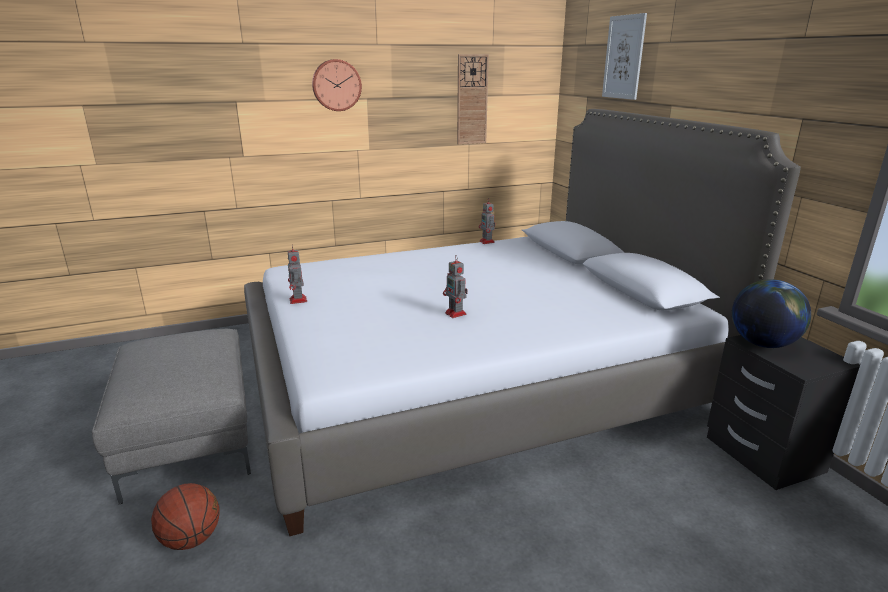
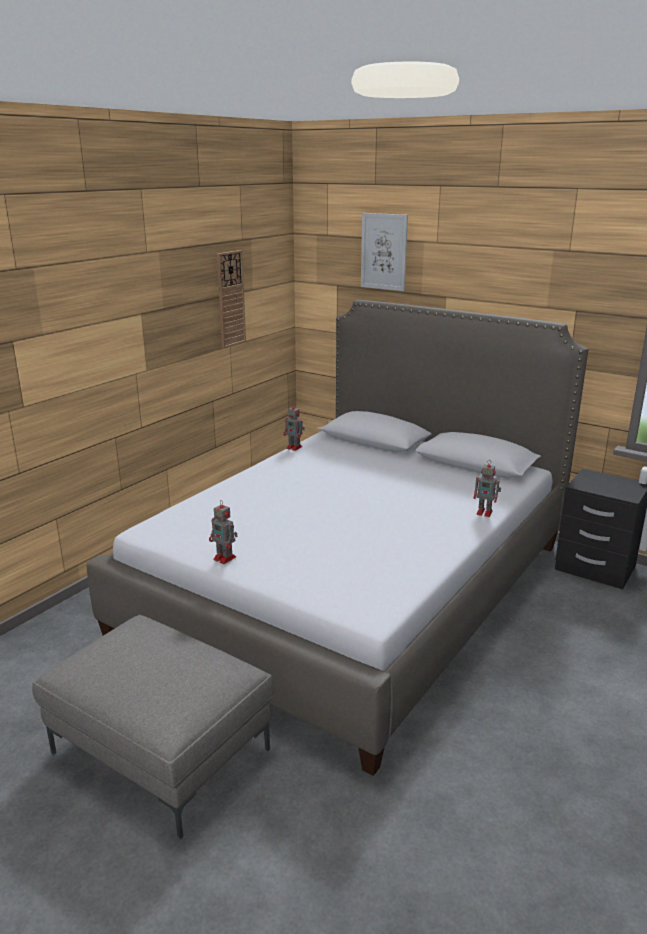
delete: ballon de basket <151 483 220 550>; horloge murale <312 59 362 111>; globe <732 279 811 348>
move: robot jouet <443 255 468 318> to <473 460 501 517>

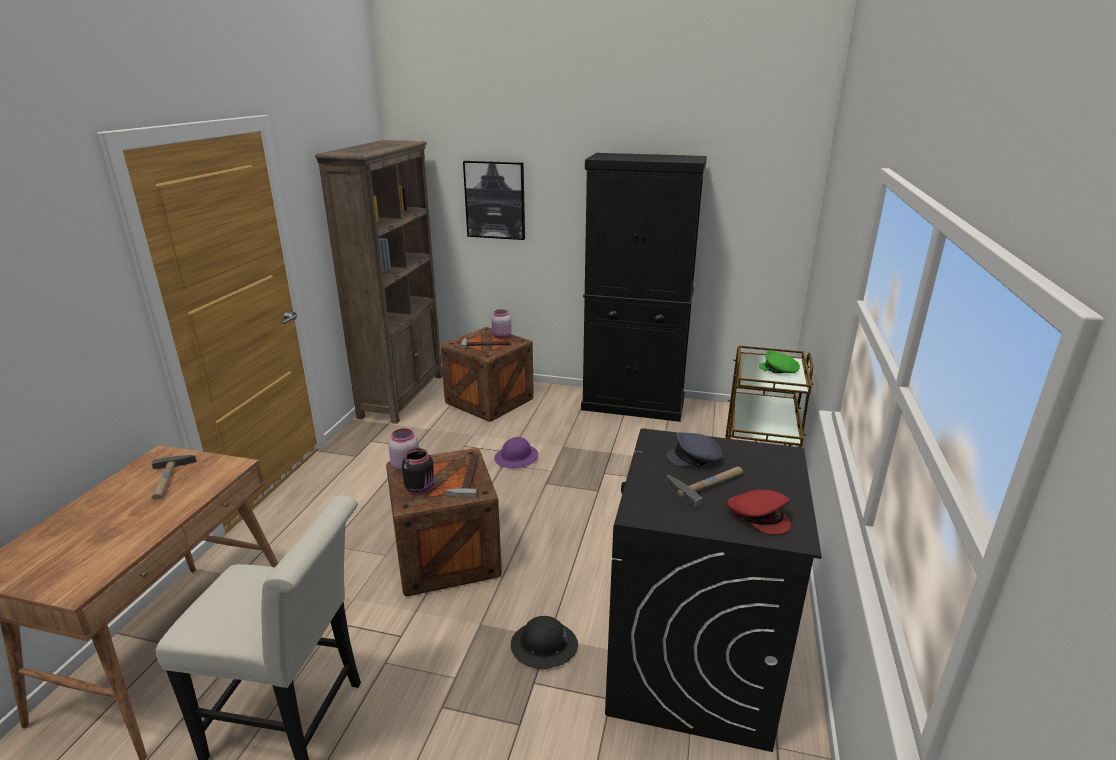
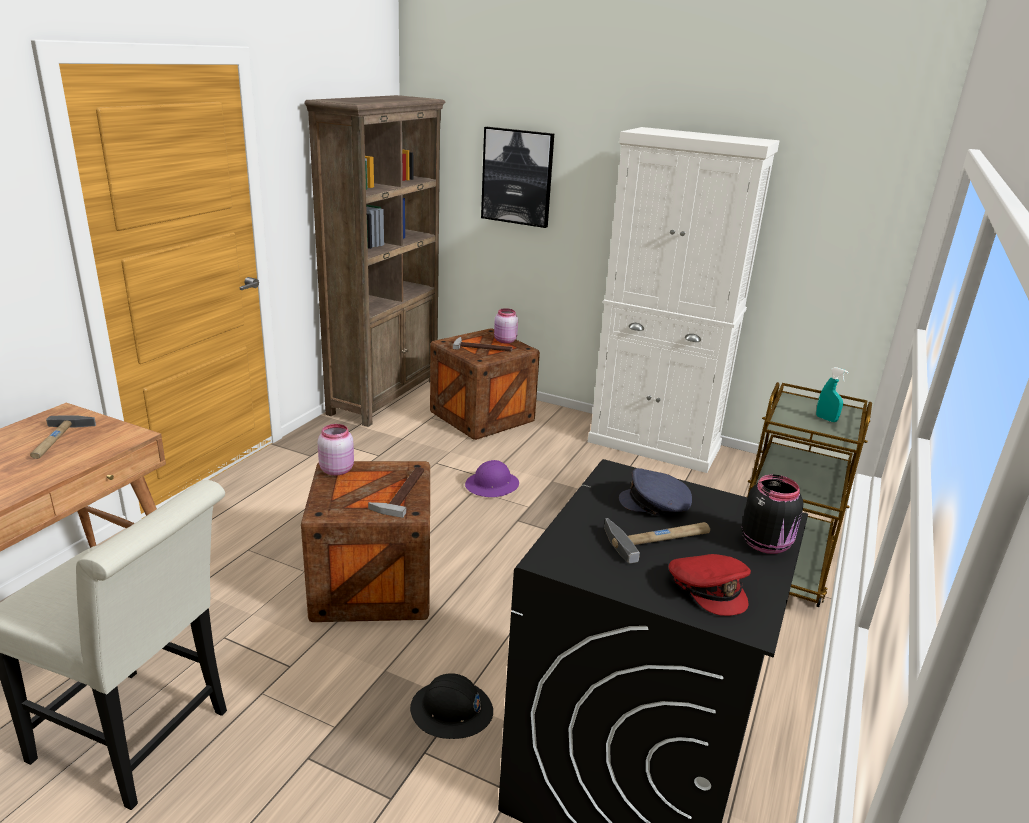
move: bocal [noir] <402 448 435 494> to <741 474 803 554>
replace: casquette [vert] <759 350 800 374> to vaporisateur [turquoise] <816 367 848 422>
recolor: meuble de rangement [noir] <581 153 707 422> to meuble de rangement [blanc] <588 127 780 473>

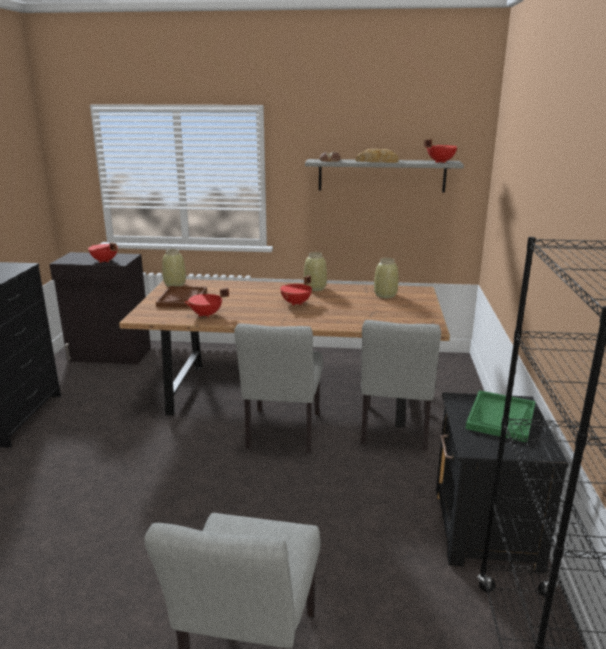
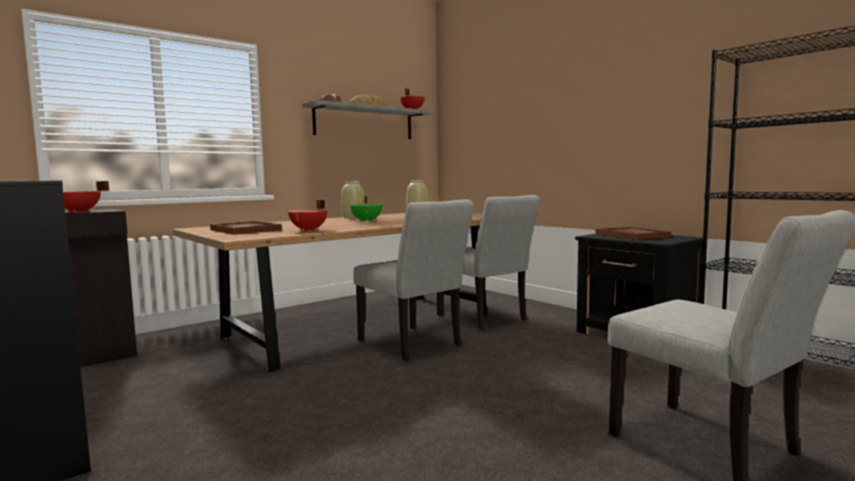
delete: vase [beige] <162 249 186 287>
recolor: marmite [rouge] <280 275 312 306> to marmite [vert] <350 196 383 222>; plateau [vert] <465 390 535 442> to plateau [marron] <595 227 671 240>

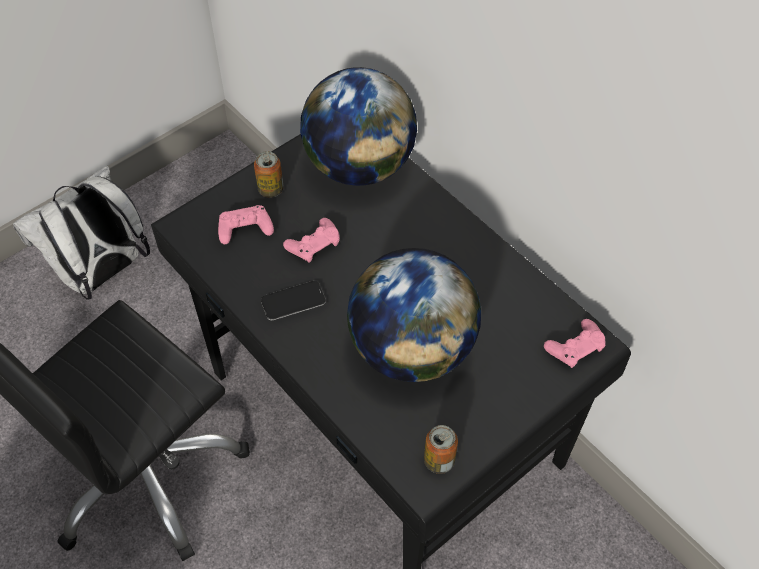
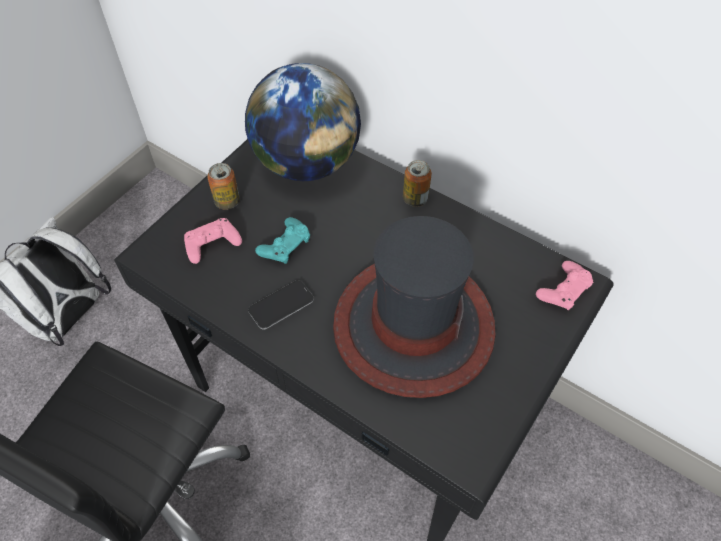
move: boîte métallique <424 425 458 474> to <403 160 432 207>
replace: globe <347 248 481 382> to chapeau <333 216 495 398>
recolor: manette [rose] <283 218 340 263> to manette [turquoise] <255 217 310 264>

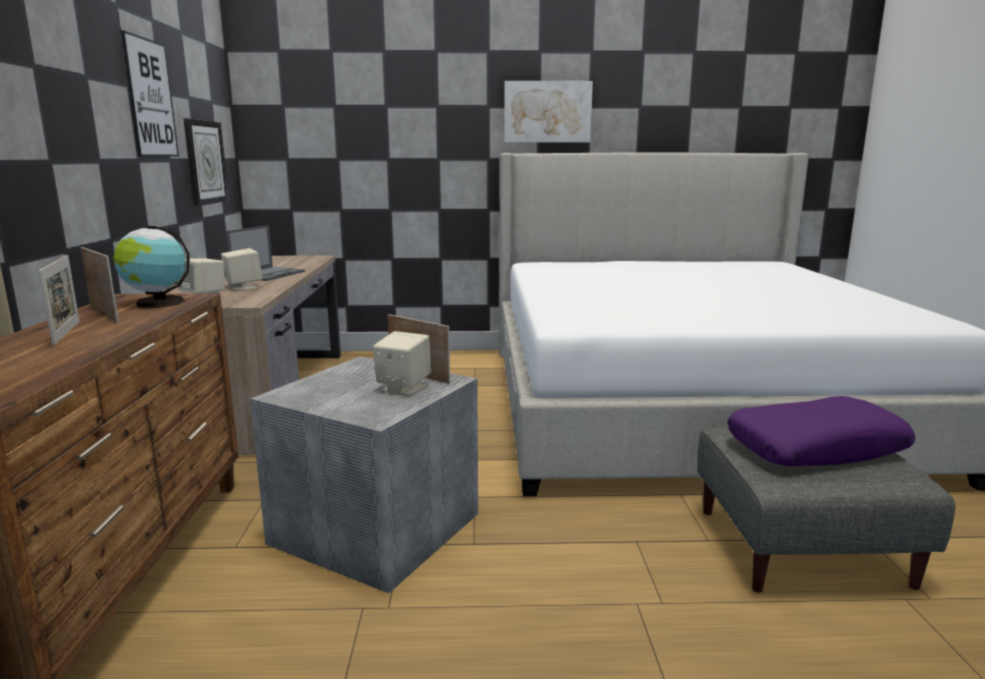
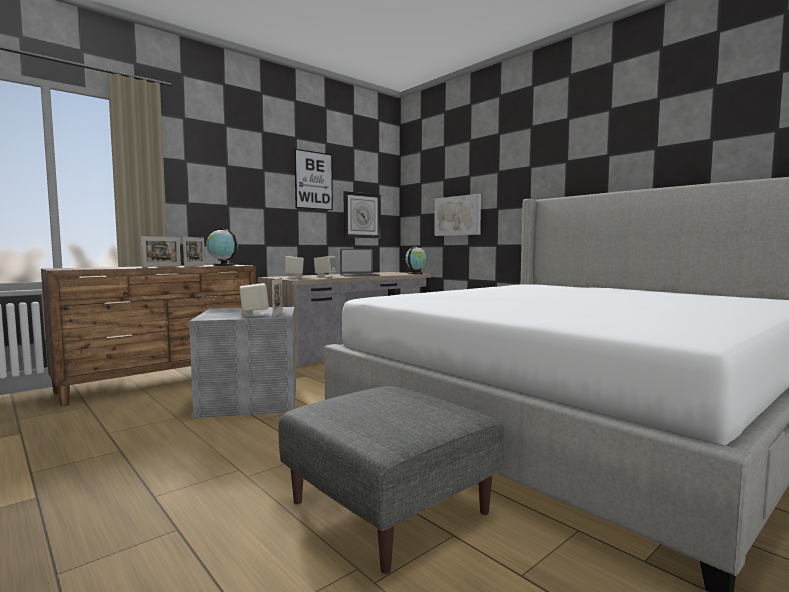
delete: coussin [violet] <727 396 915 466>
insert: globe <405 246 427 274>
move: tableau <504 81 593 142> to <434 194 481 236>

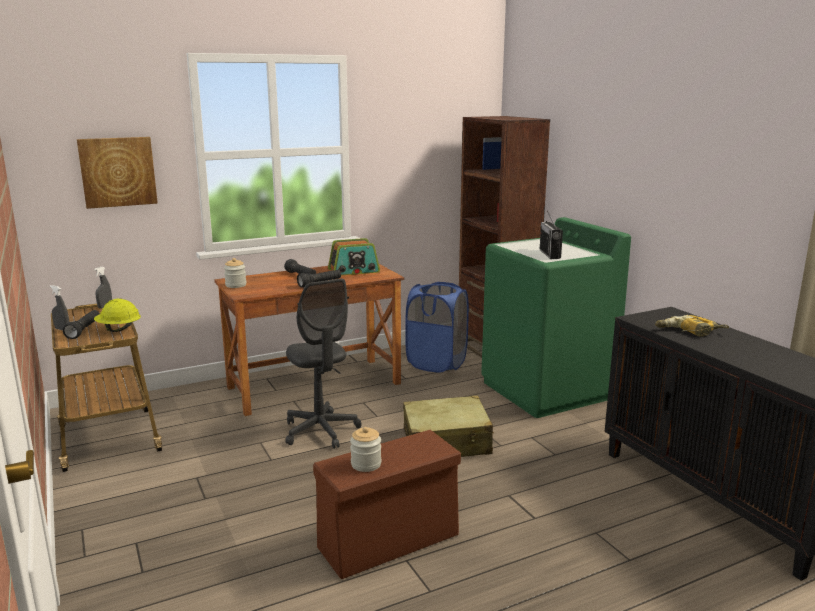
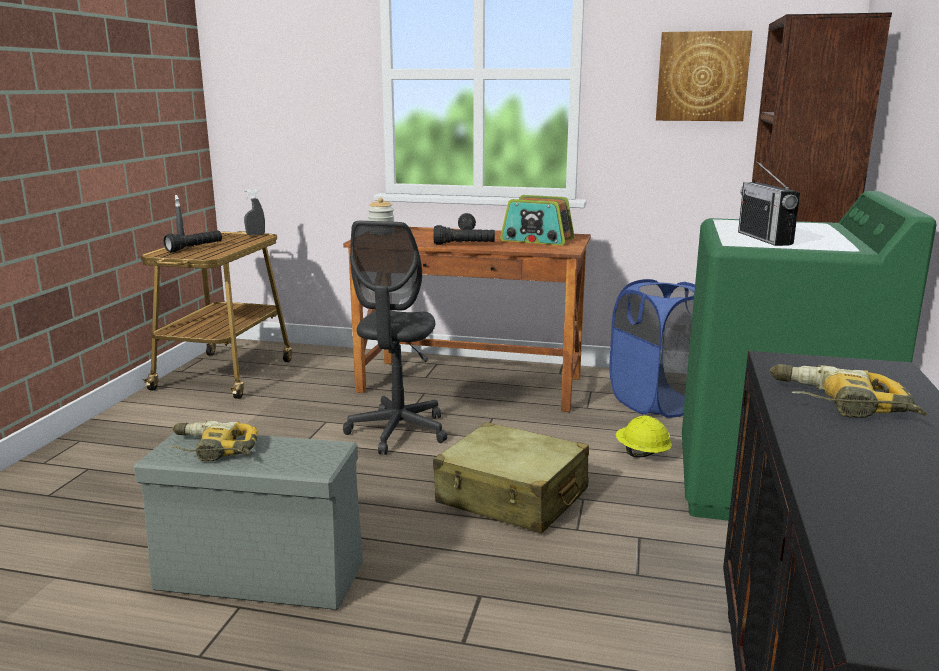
move: casque de chantier [jaune] <94 298 141 332> to <616 416 672 458>; tableau <77 137 158 209> to <656 31 752 121>
replace: bocal <350 427 381 472> to perceuse <168 421 258 461>
recolor: boîte de rangement [marron] <313 430 461 579> to boîte de rangement [gris] <134 432 363 610>
rotate: radio <540 211 563 259> = <738 161 800 246> 45 degrees counterclockwise

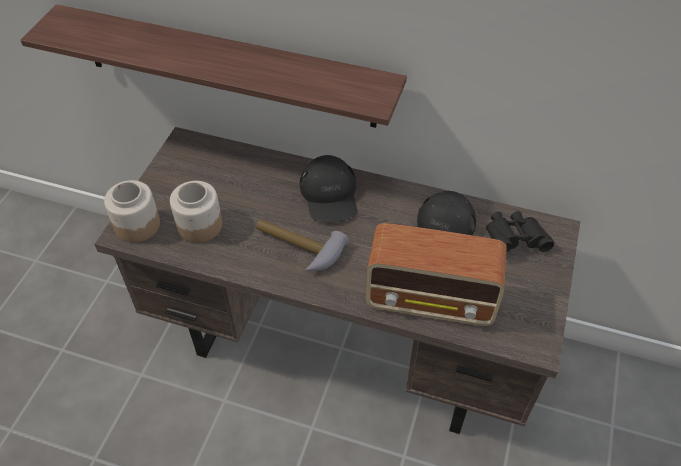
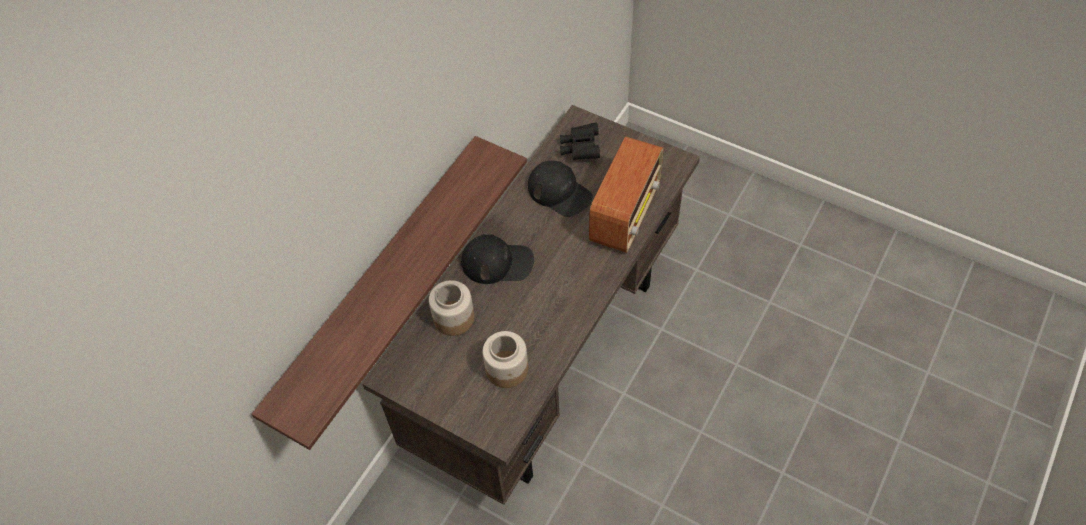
delete: marteau <256 219 349 271>
move: bocal <104 180 160 243> to <429 280 474 336>

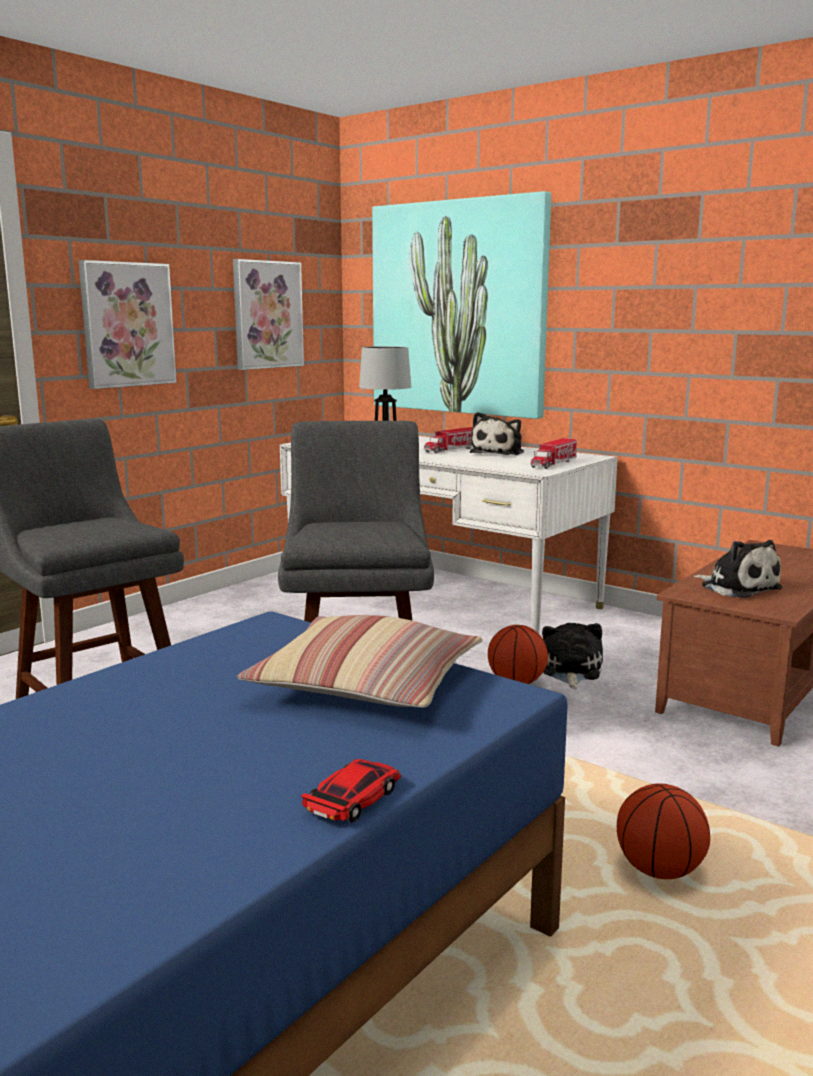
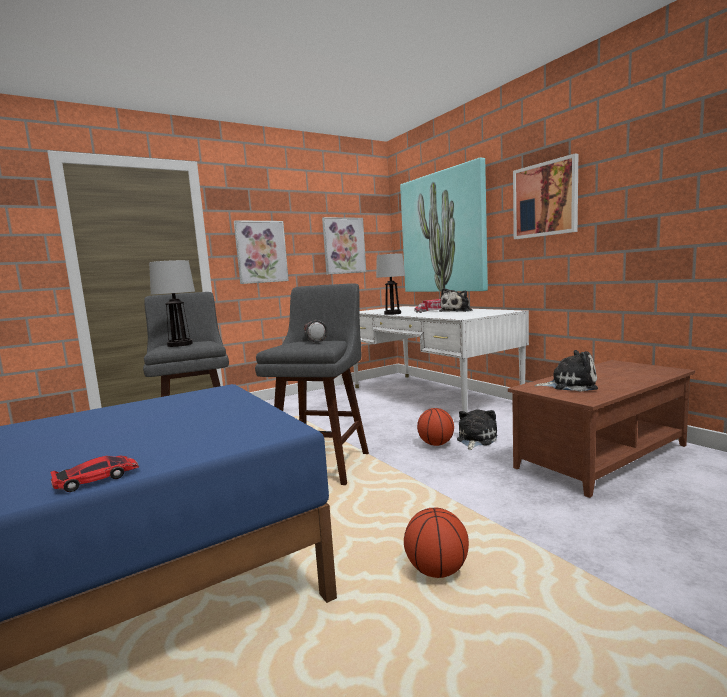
delete: coussin <237 615 482 708>; camion jouet <531 438 577 469>
insert: lampe de table <149 260 195 347>; lampe de poche <304 320 328 343>; tableau <513 153 578 239>
rotate: peluche <694 540 783 598> = <534 350 598 392> 60 degrees counterclockwise

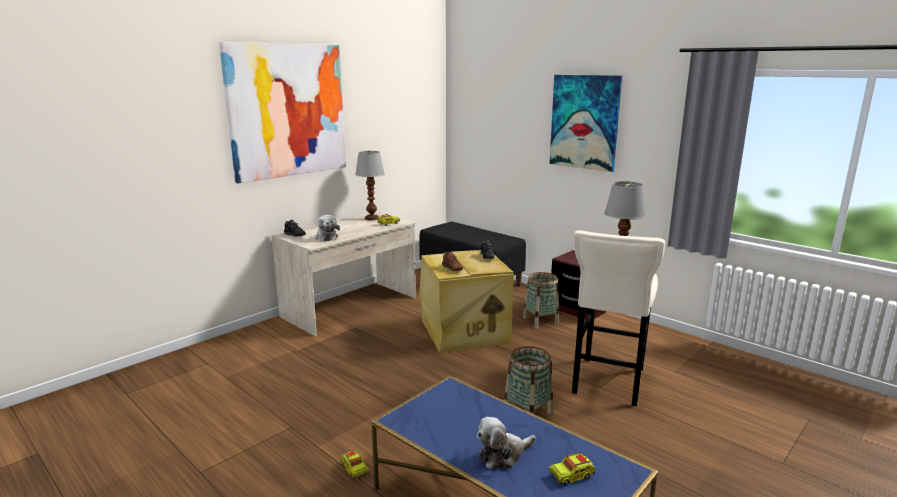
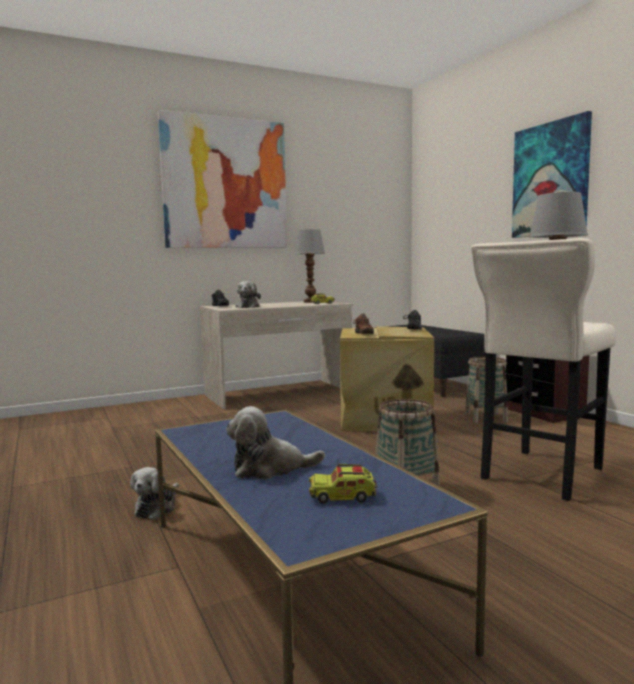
replace: camion jouet <341 450 369 479> to peluche <130 467 179 519>

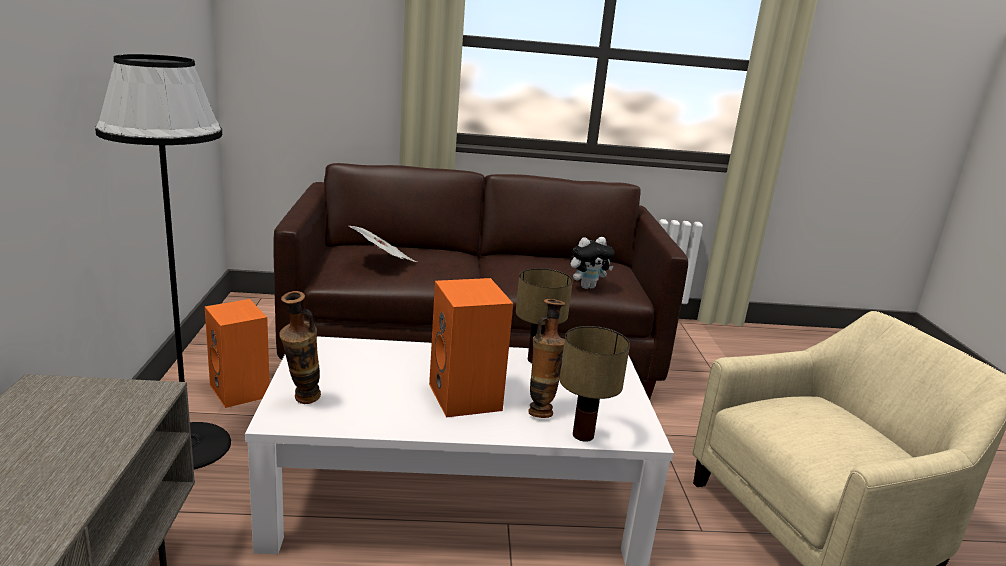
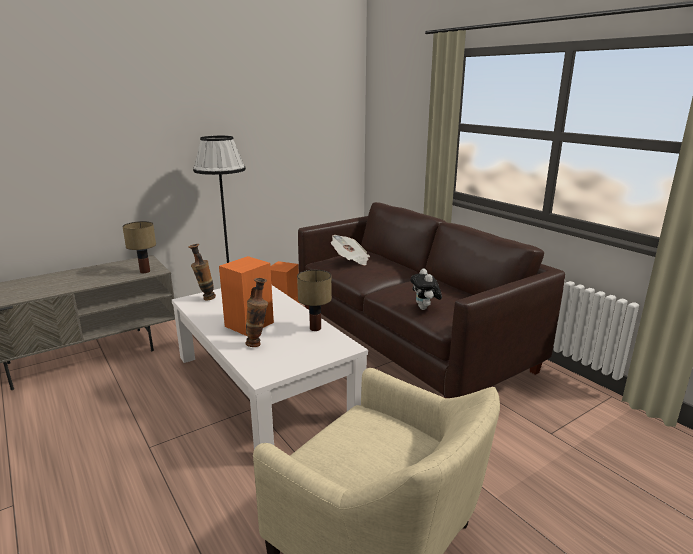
move: lampe de table <560 326 630 442> to <122 221 156 273>
rotate: peluche <570 237 615 289> = <410 268 442 310> 45 degrees clockwise

